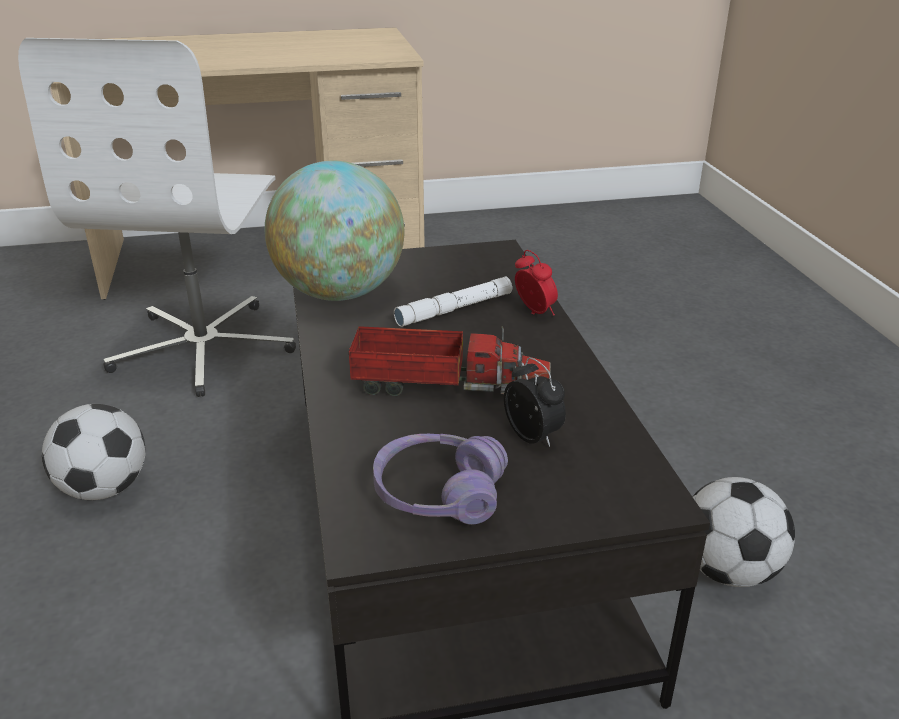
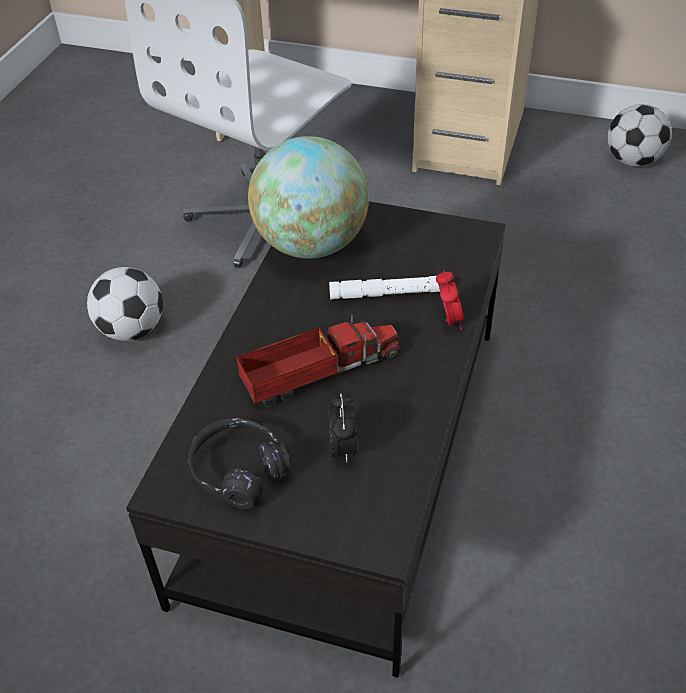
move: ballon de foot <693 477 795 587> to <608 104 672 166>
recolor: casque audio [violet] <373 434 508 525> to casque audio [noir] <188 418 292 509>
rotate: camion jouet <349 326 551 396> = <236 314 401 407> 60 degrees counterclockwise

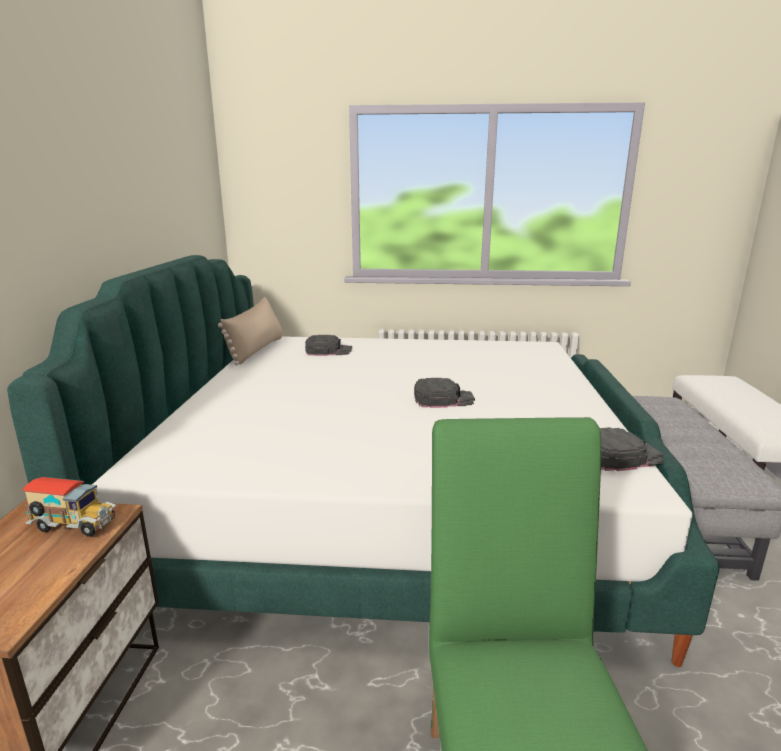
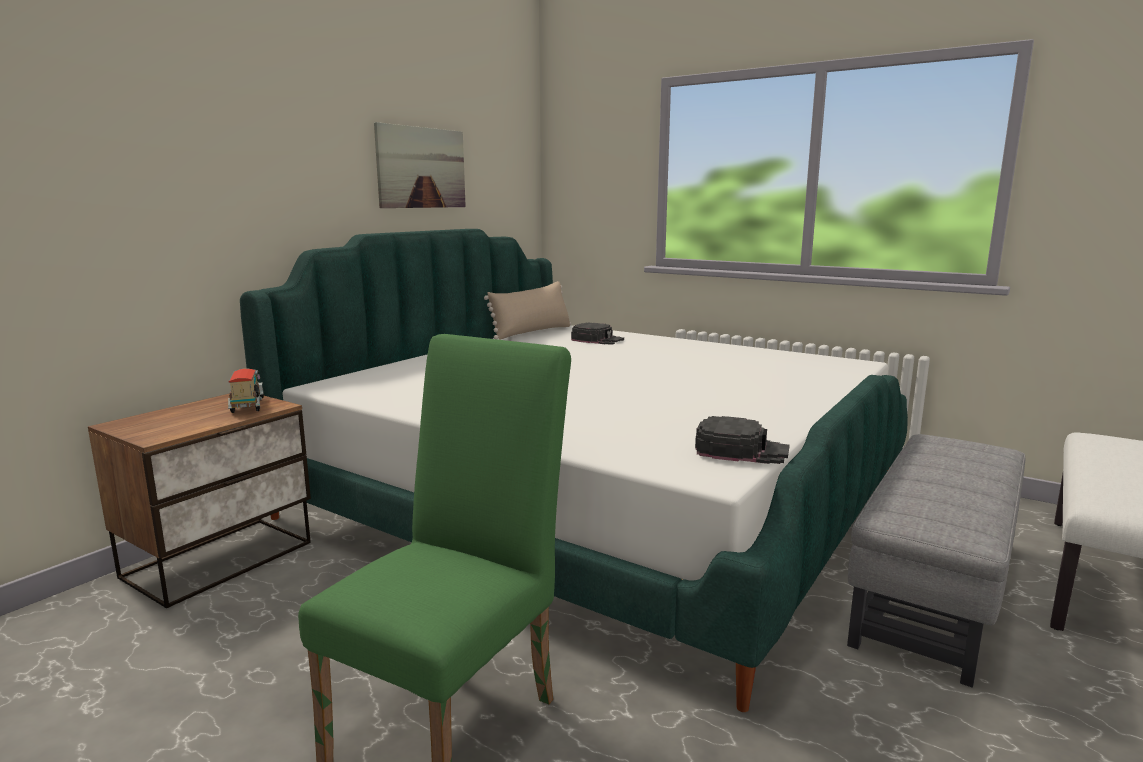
delete: casquette [noir] <414 378 475 408>
insert: tableau <374 122 466 208>
rotate: camion jouet <22 477 117 537> = <228 369 264 413> 150 degrees counterclockwise

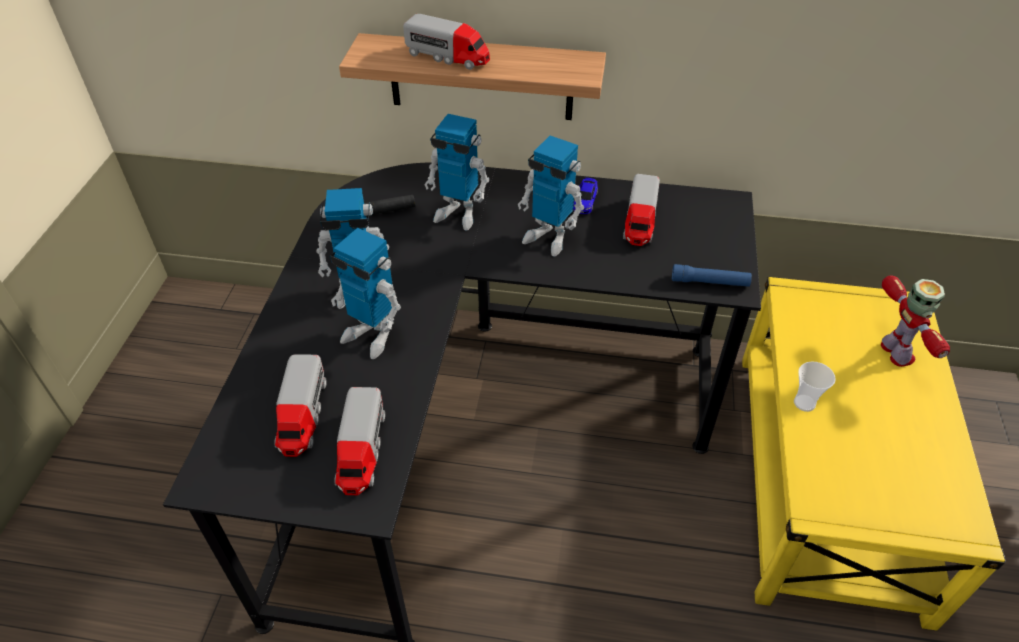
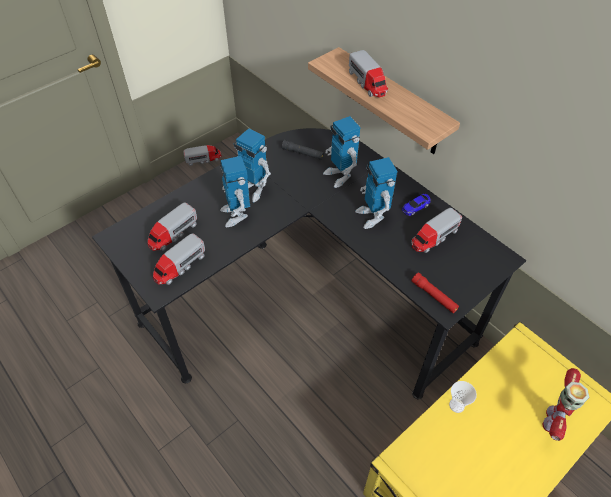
insert: camion jouet <183 145 222 166>
recolor: lampe de poche [bleu] <672 264 752 287> to lampe de poche [rouge] <412 273 459 313>

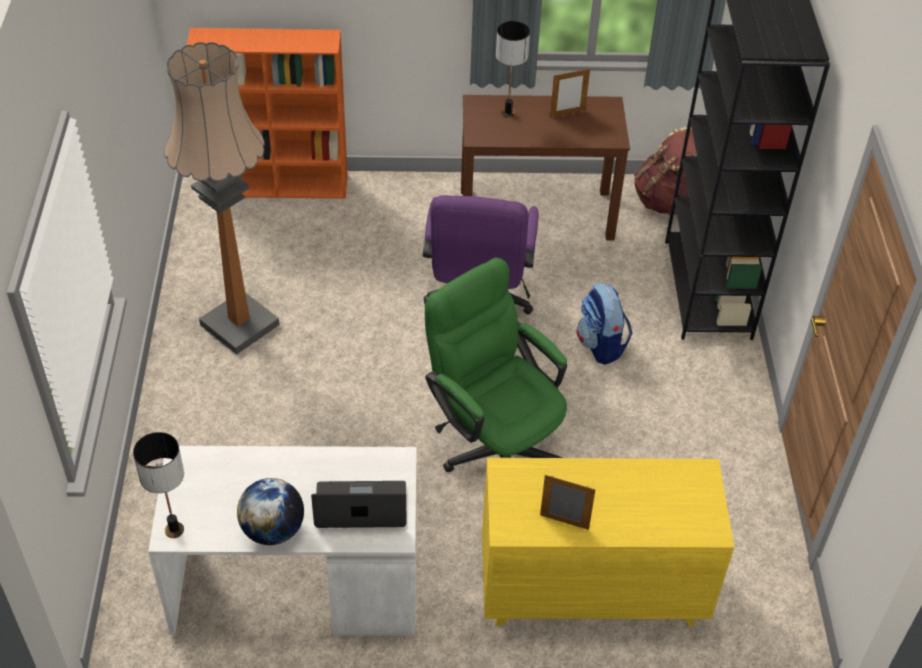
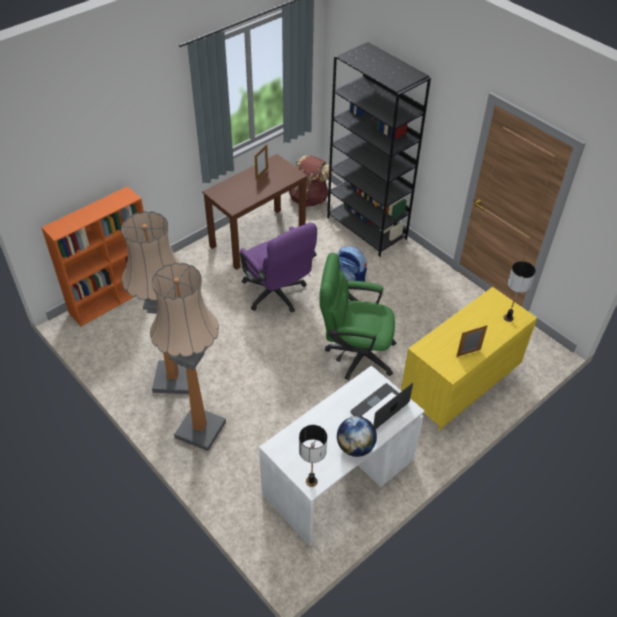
insert: lampadaire <150 263 226 451>
move: lampe de table <496 21 530 117> to <504 261 536 322>

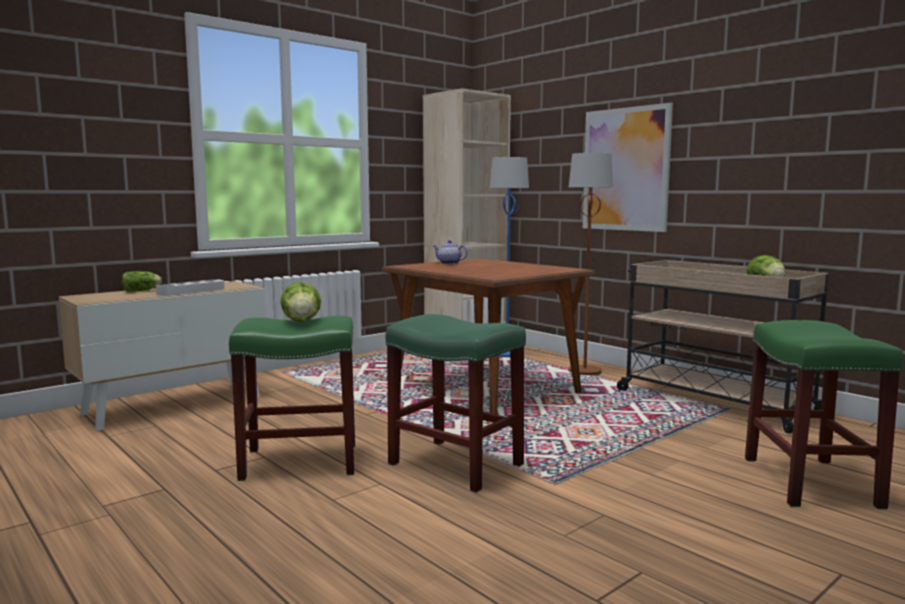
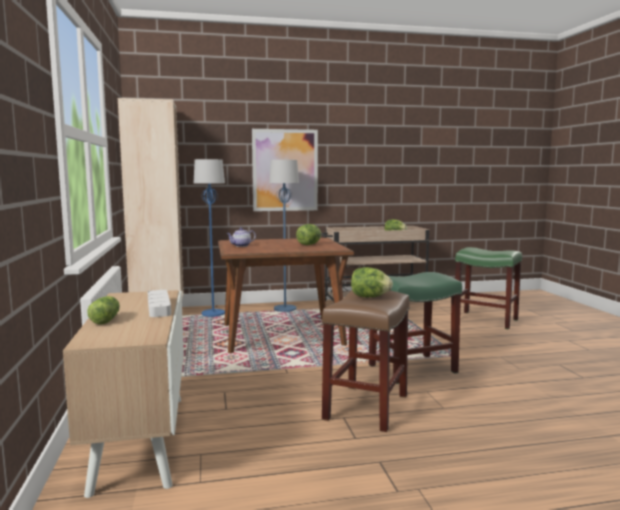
insert: laitue <296 224 322 245>
recolor: lampadaire [marron] <568 153 613 376> to lampadaire [bleu] <269 160 299 312>; tabouret [vert] <229 316 355 481> to tabouret [marron] <322 290 410 432>

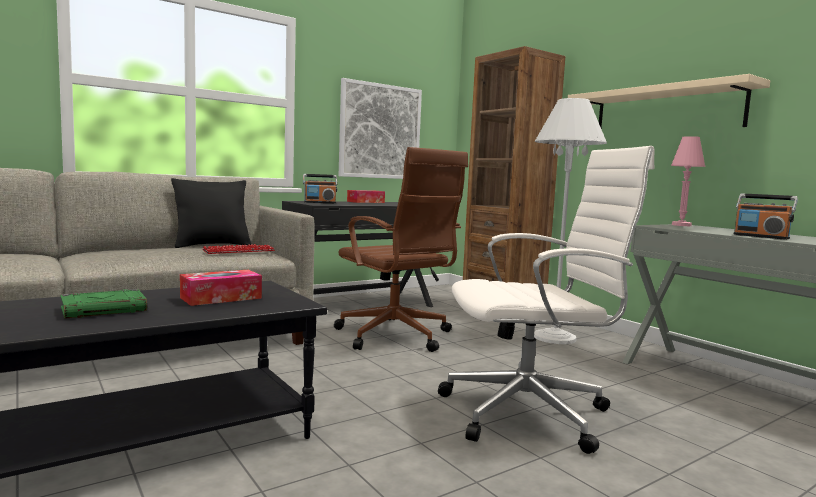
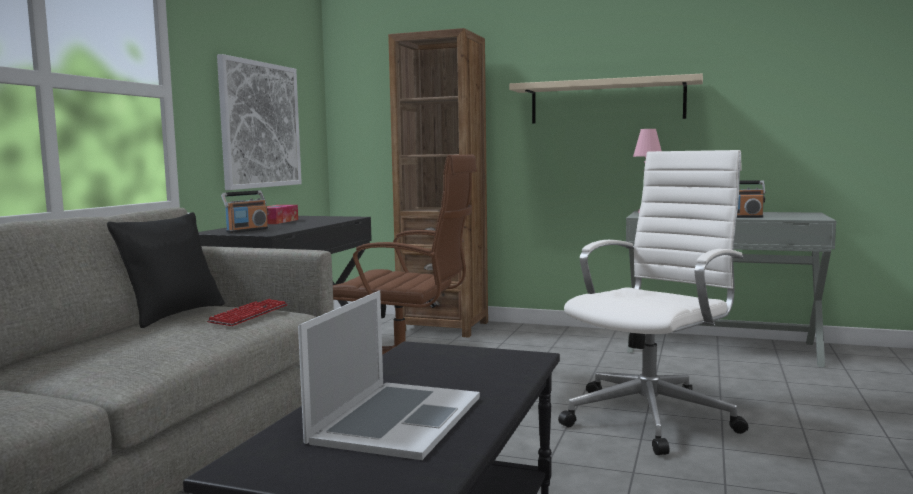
delete: boîte à mouchoirs <180 270 262 306>; lampadaire [blanc] <534 98 607 344>
replace: livre [vert] <61 289 147 319> to ordinateur portable <298 291 480 460>

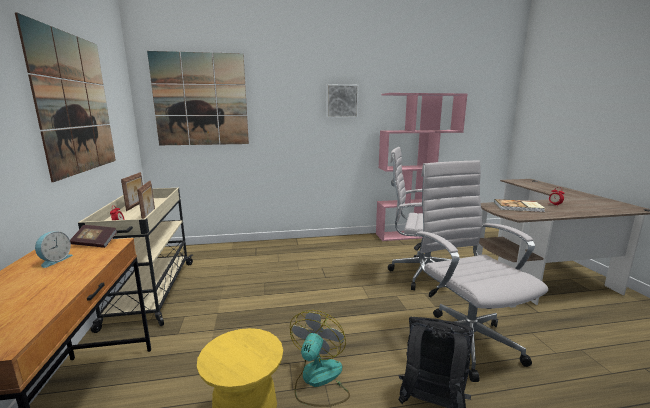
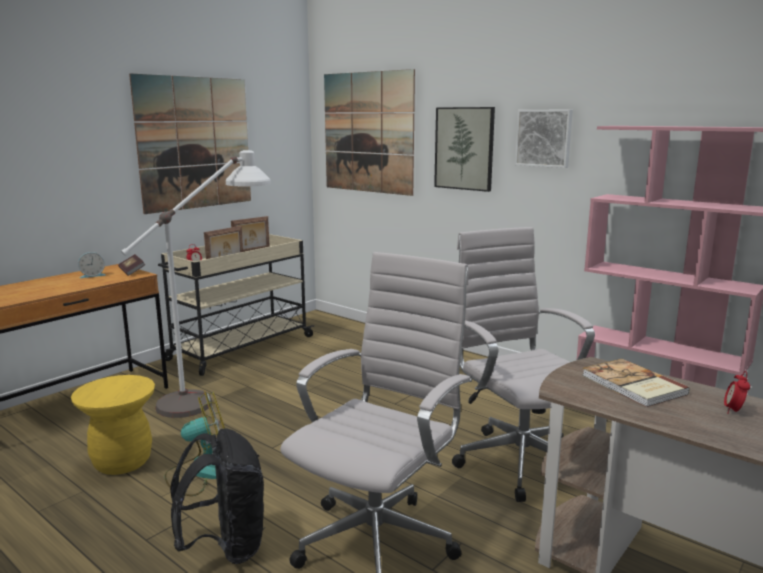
insert: lampadaire [blanc] <121 150 271 418>; tableau <434 107 495 192>

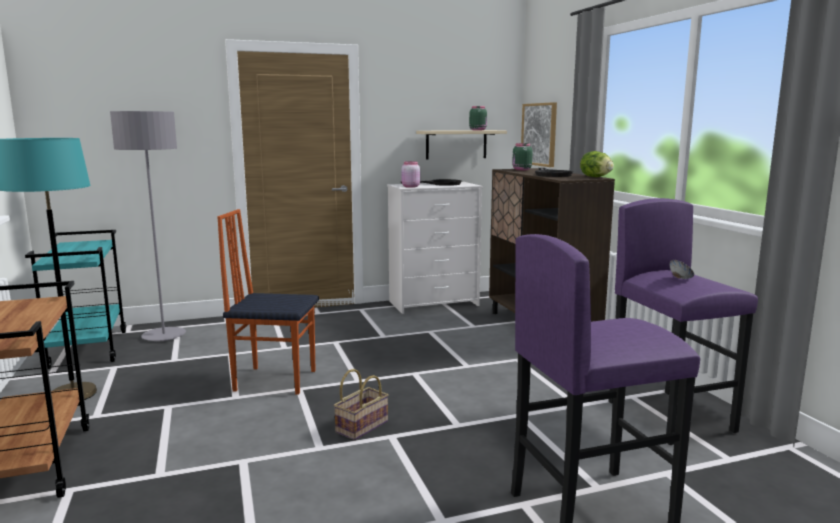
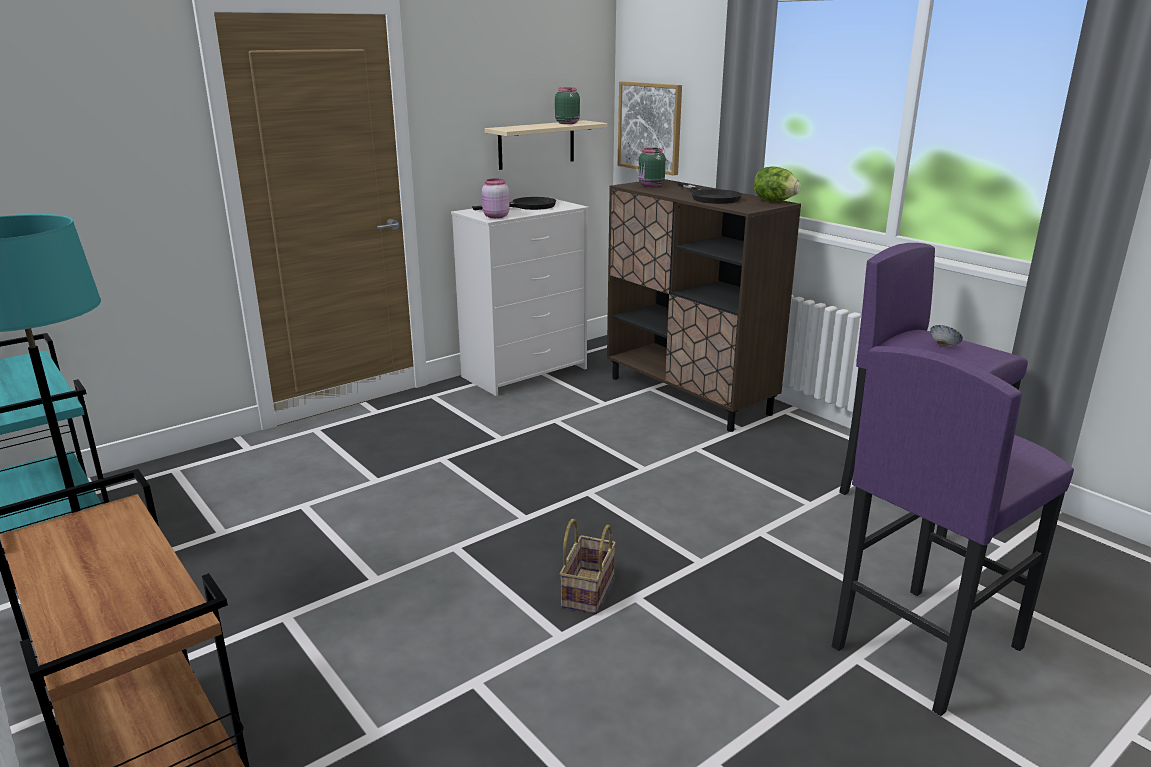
delete: lampadaire [gris] <110 111 186 341>; chaise <217 209 319 395>

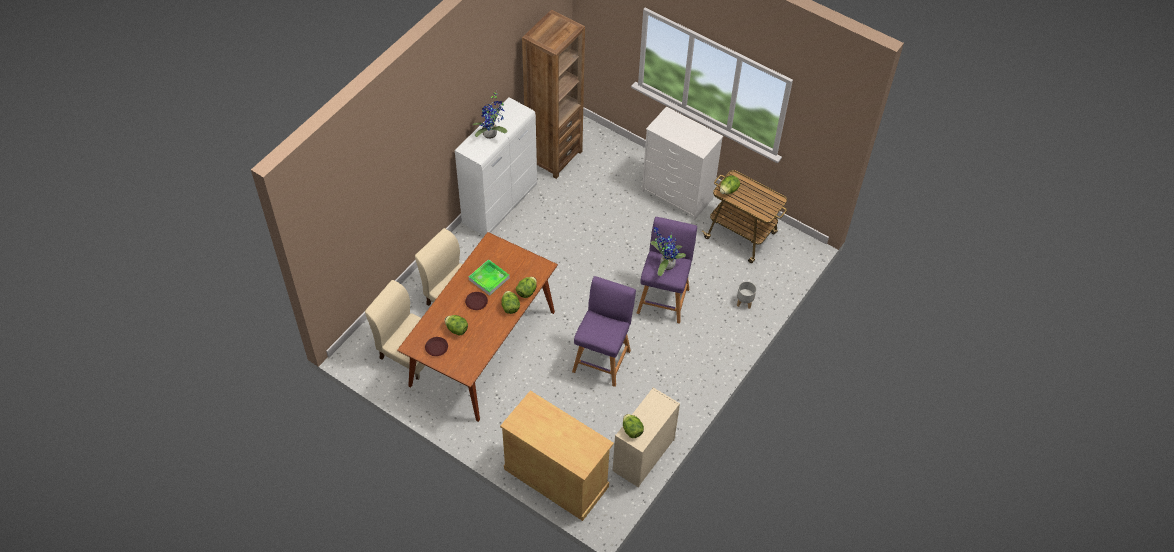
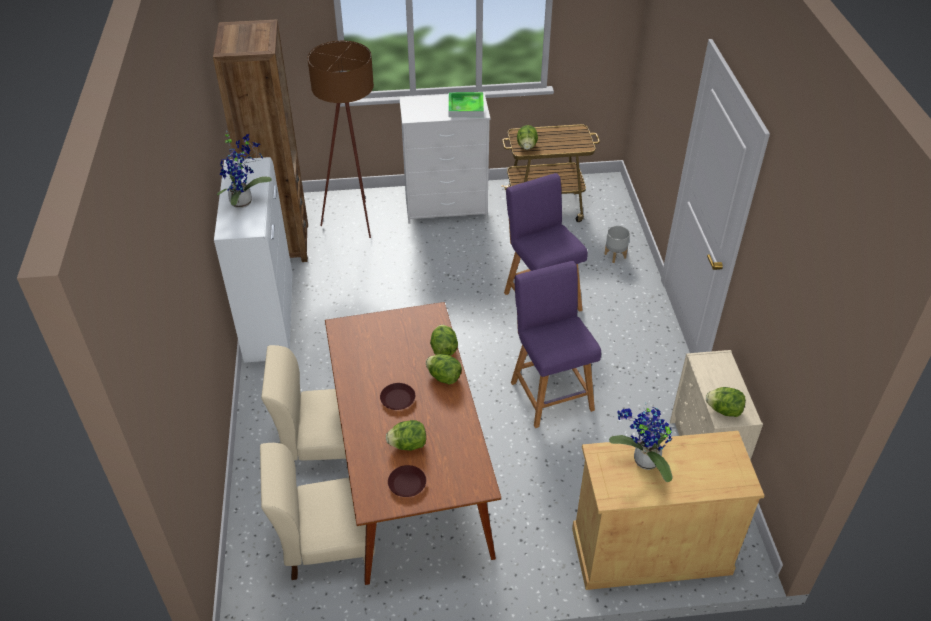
insert: lampadaire [marron] <307 41 374 238>
move: plateau <469 259 510 296> to <448 92 484 117>; plante en pot <650 227 686 276> to <609 403 672 482>

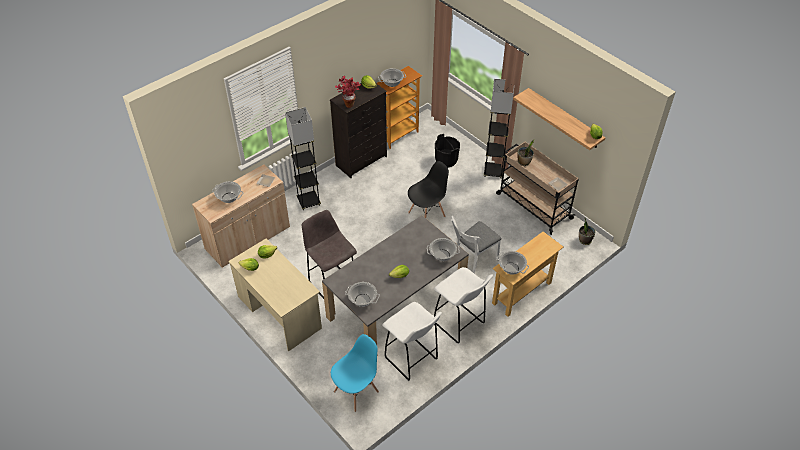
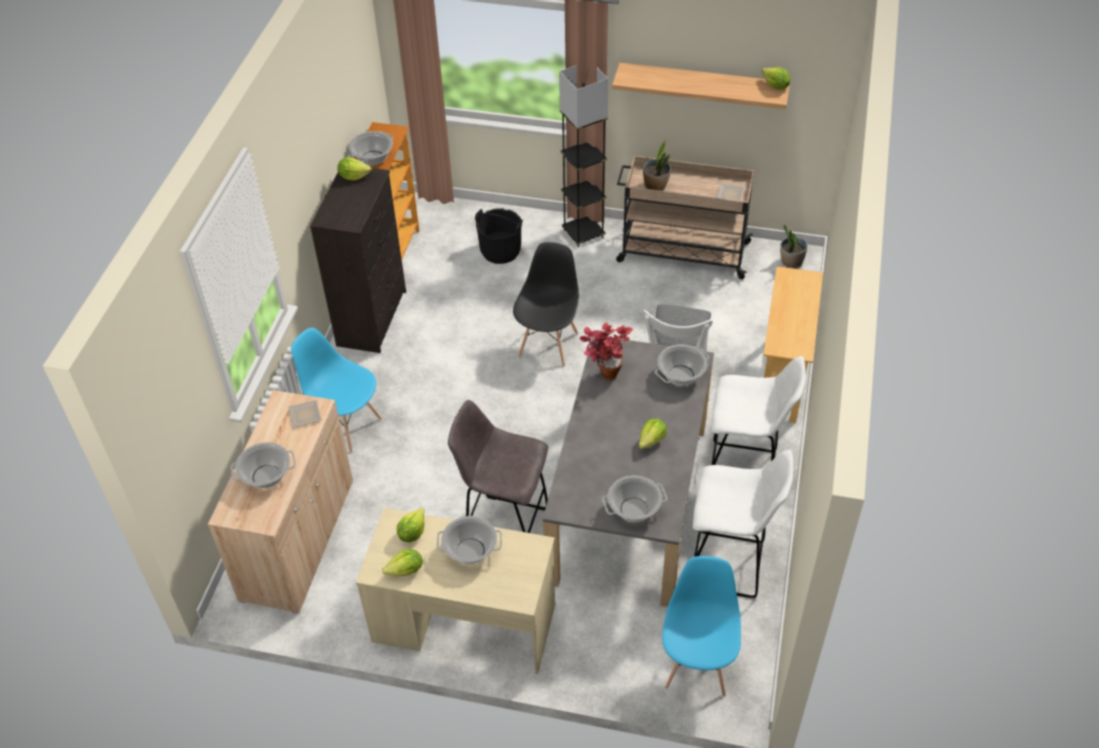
move: marmite <496 251 529 275> to <437 516 502 564>; plante en pot <335 76 361 108> to <580 322 633 380>
replace: lampadaire [gris] <285 107 321 210> to chaise [bleu] <291 328 382 453>

